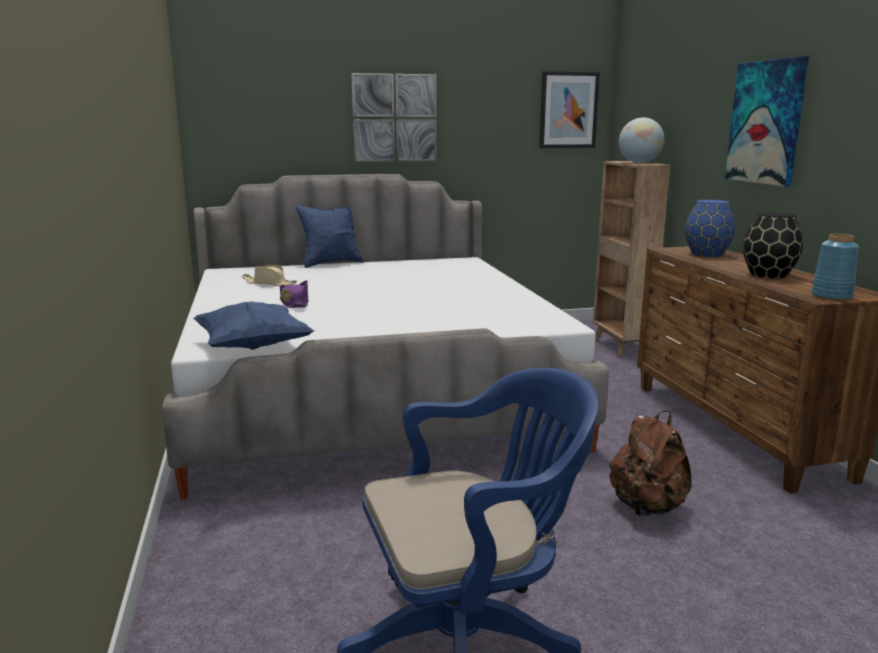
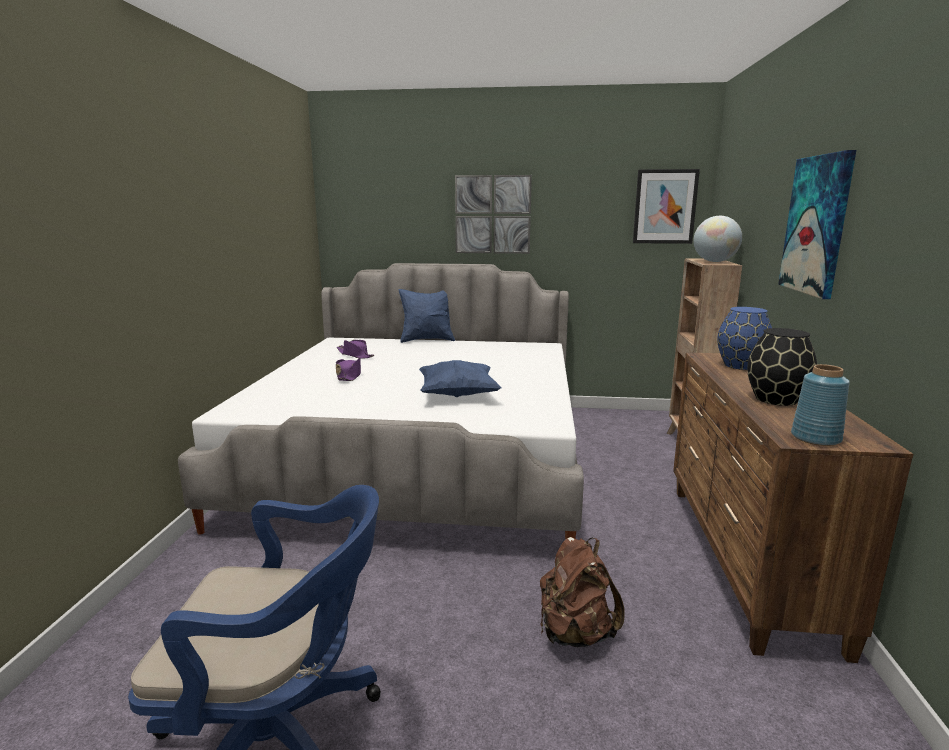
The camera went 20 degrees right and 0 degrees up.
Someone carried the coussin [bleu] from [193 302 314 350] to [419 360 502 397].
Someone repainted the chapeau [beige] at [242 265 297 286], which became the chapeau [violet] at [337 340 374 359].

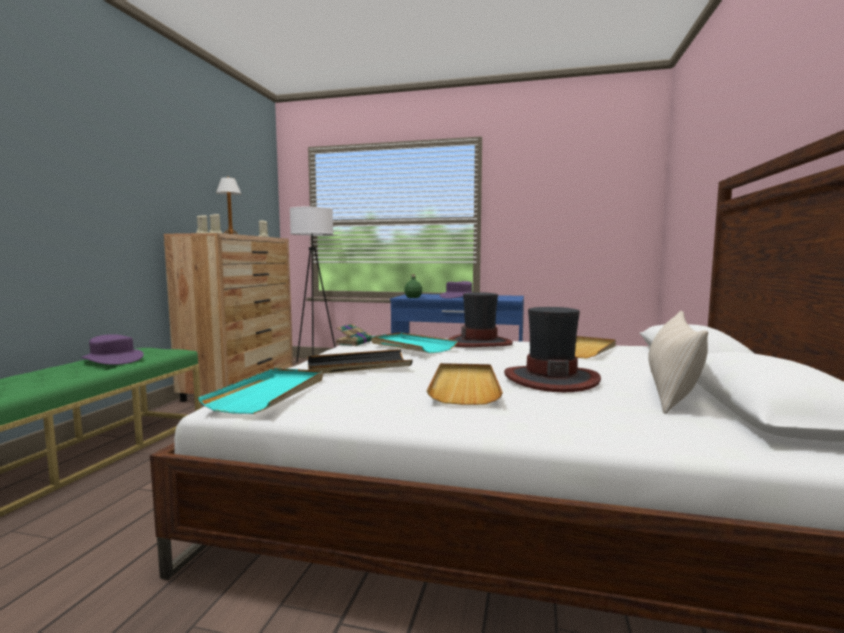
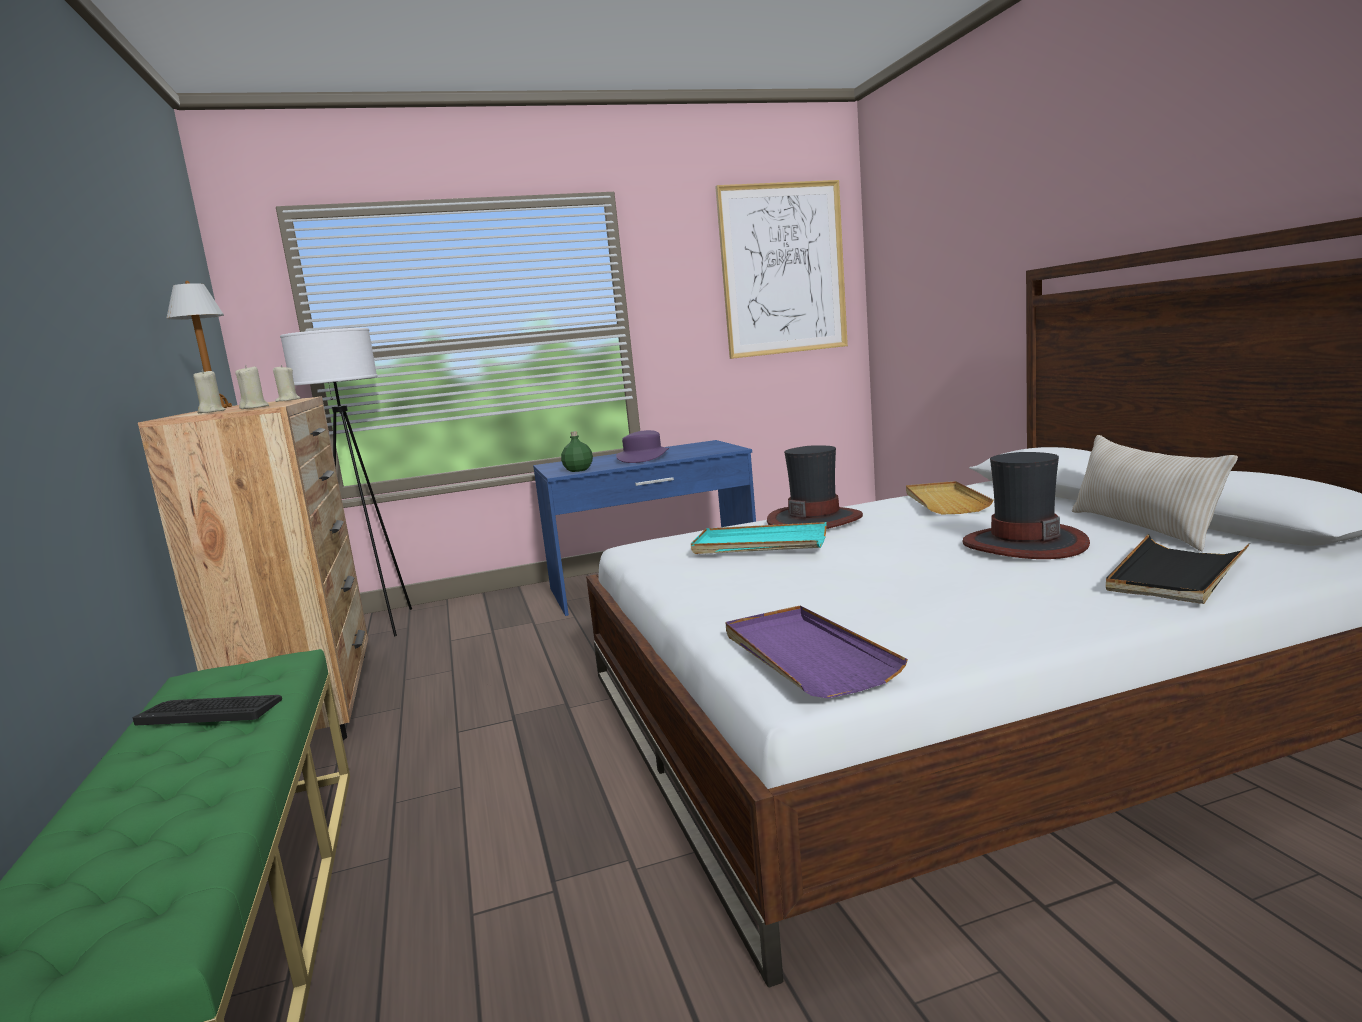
The camera went 30 degrees left and 5 degrees up.
Someone took away the livre at [335 324 371 346].
Someone took away the plateau [beige] at [427 363 503 405].
Someone put up the tableau at [715 180 848 359].
Someone carried the plateau [noir] from [308 349 412 374] to [1106 534 1250 604].
Someone swapped the chapeau [violet] at [82 334 144 365] for the clavier at [132 695 282 725].
Someone repainted the plateau [turquoise] at [198 368 323 414], which became the plateau [violet] at [725 605 908 698].

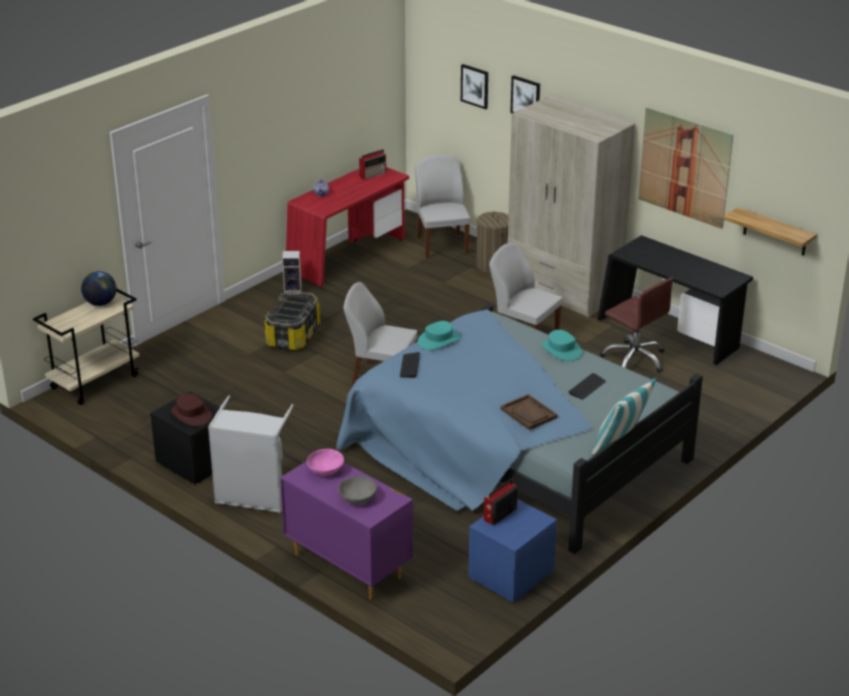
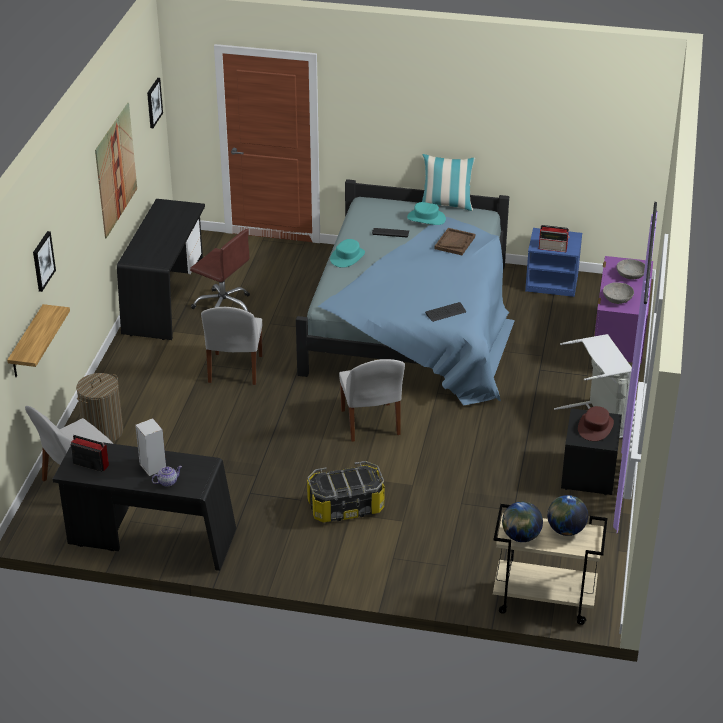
The camera went 120 degrees left and 5 degrees up.
Someone took away the armoire [beige] at [508 96 635 318].
Someone put down the globe at [547 495 588 536].
Someone carried the enceinte from [282 251 301 295] to [135 418 166 476].
Someone carried the chapeau [turquoise] from [418 321 461 350] to [407 202 446 225].
Someone carried the tableau from [461 64 488 109] to [147 78 163 128].
Someone carried the étagère from [723 207 817 256] to [7 304 70 377].
Someone repainted the bureau [rouge] at [286 167 409 286], which became the bureau [noir] at [53 442 236 571].
Someone repainted the bol [rose] at [307 449 344 476], which became the bol [gris] at [603 282 634 304].
Someone rotated the chaise de bureau [marron] at [600 277 673 373] by 105 degrees clockwise.

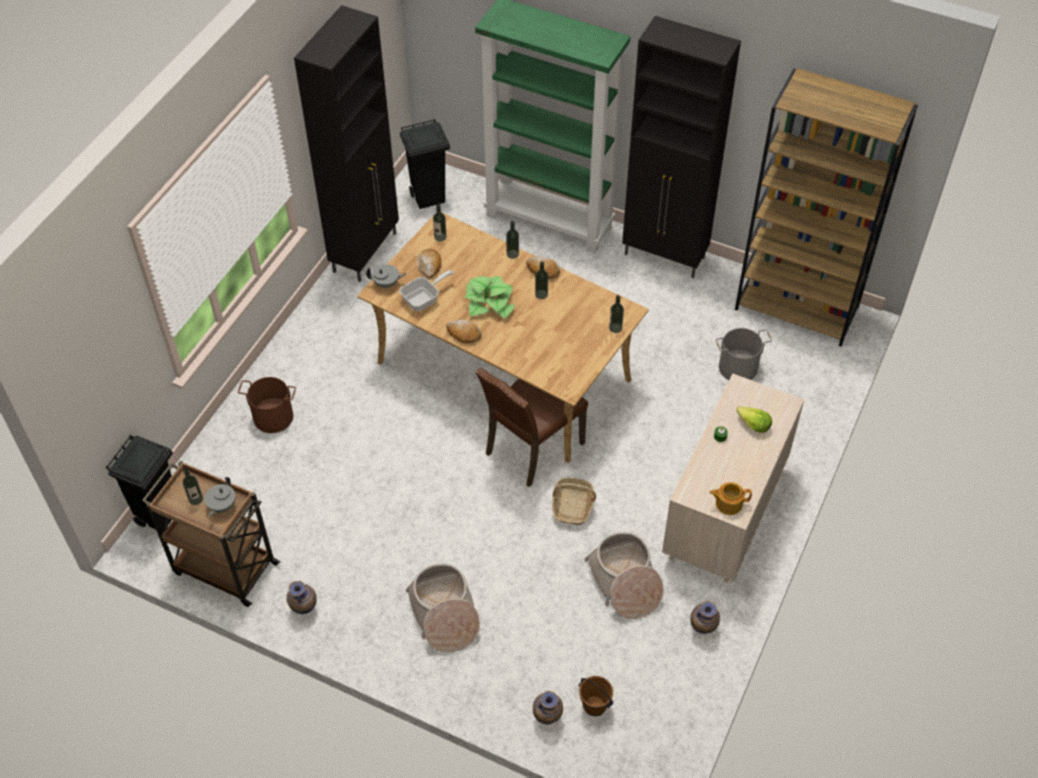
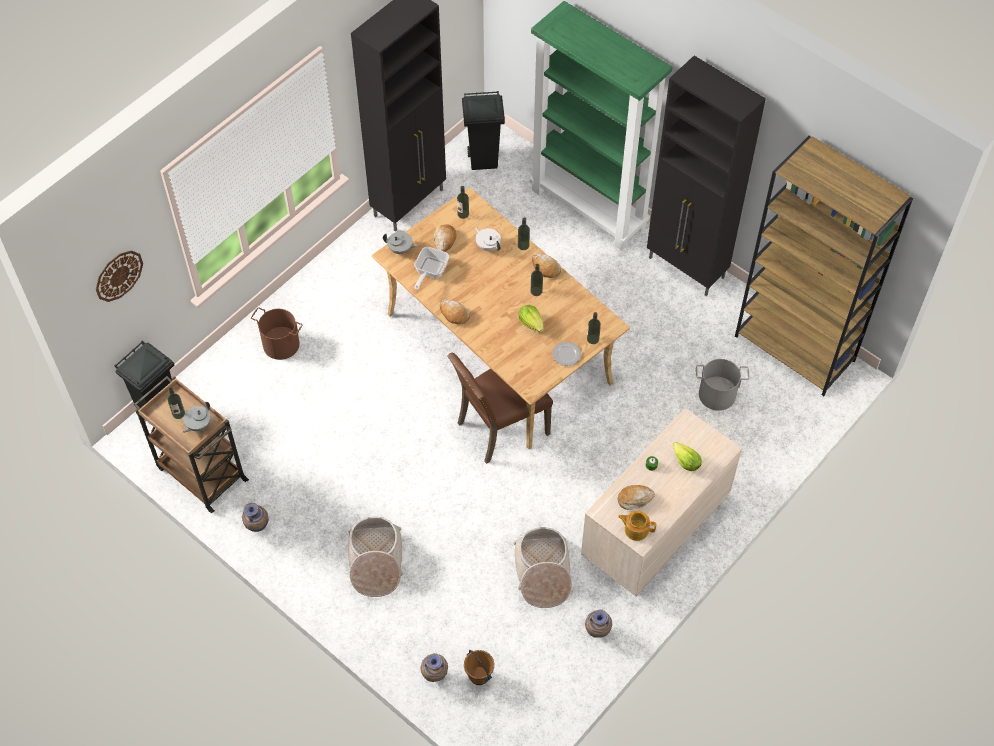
The camera went 15 degrees right and 5 degrees up.
Someone took away the plante en pot at [465 276 515 319].
Someone took away the panier at [552 478 596 525].
Someone put up the horloge murale at [96 250 143 302].
Someone put down the théière [blanc] at [475 227 501 251].
Someone put down the laitue at [518 305 544 333].
Someone put down the assiette at [552 342 581 366].
Someone put down the pain at [618 485 655 510].
Someone rotated the poêle at [399 270 454 312] by 135 degrees clockwise.

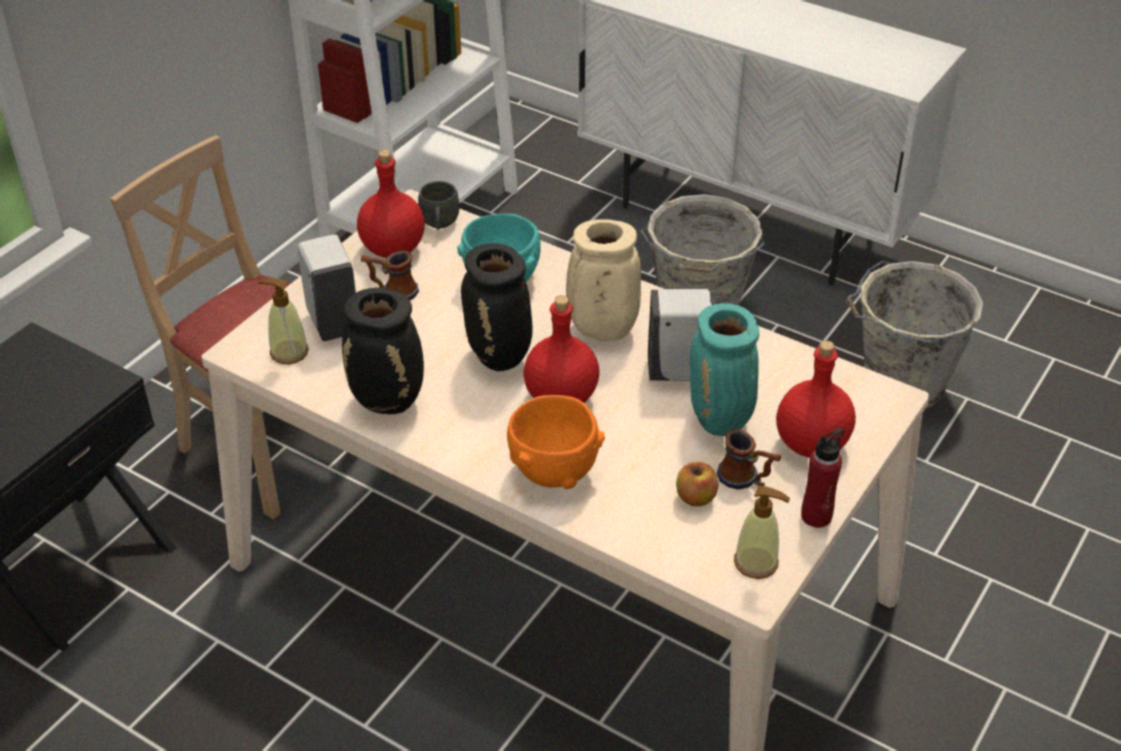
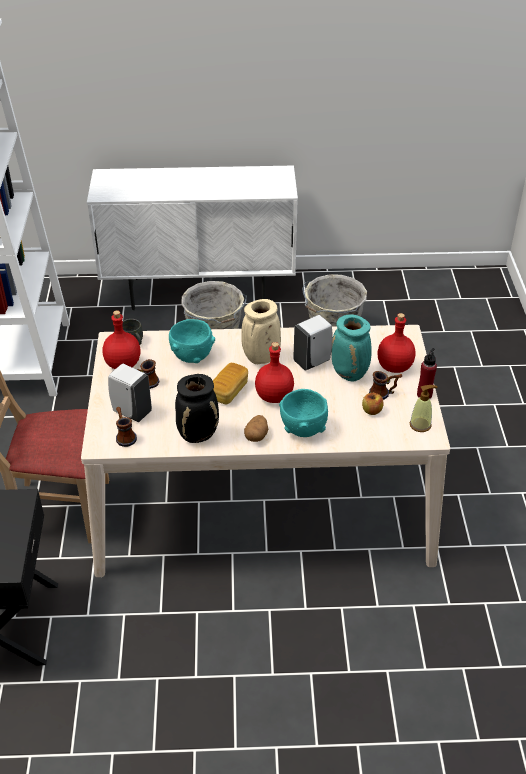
The camera went 35 degrees left and 0 degrees up.
Someone put down the pomme de terre at [244 415 268 442].
Someone swapped the distributeur de savon at [258 278 309 364] for the mug at [116 407 137 447].
Someone swapped the vase [noir] at [461 243 533 371] for the pain at [213 363 248 404].
Someone repainted the bol [orange] at [507 395 605 489], which became the bol [turquoise] at [279 389 328 437].

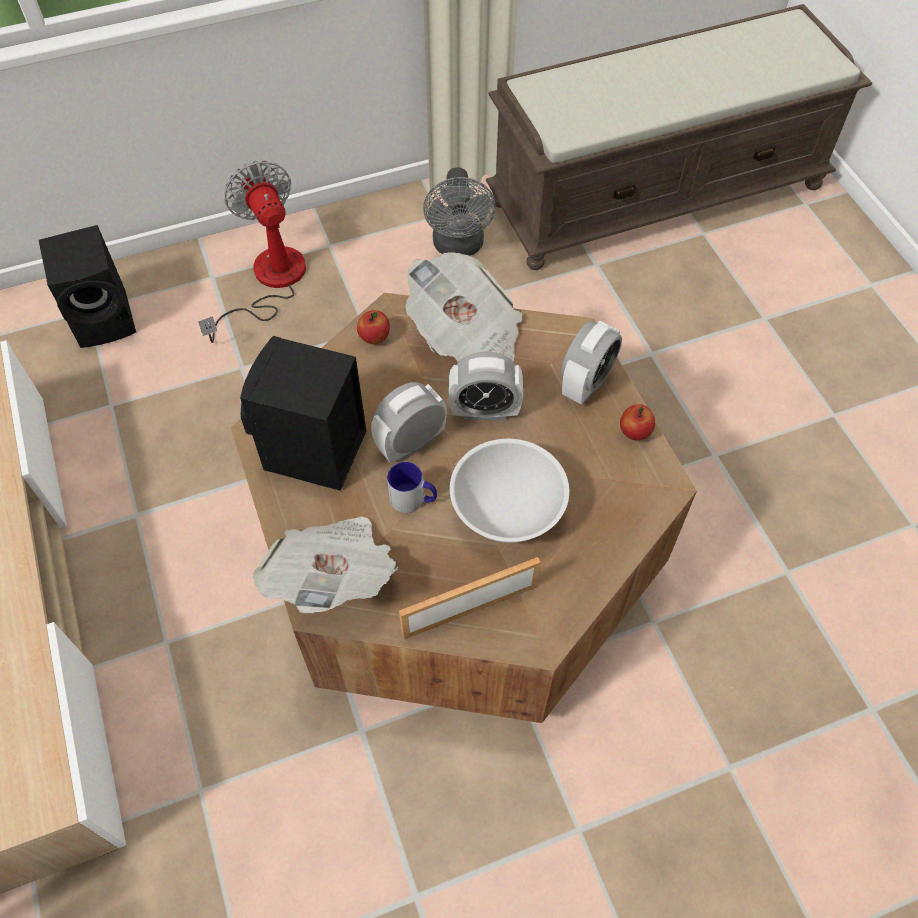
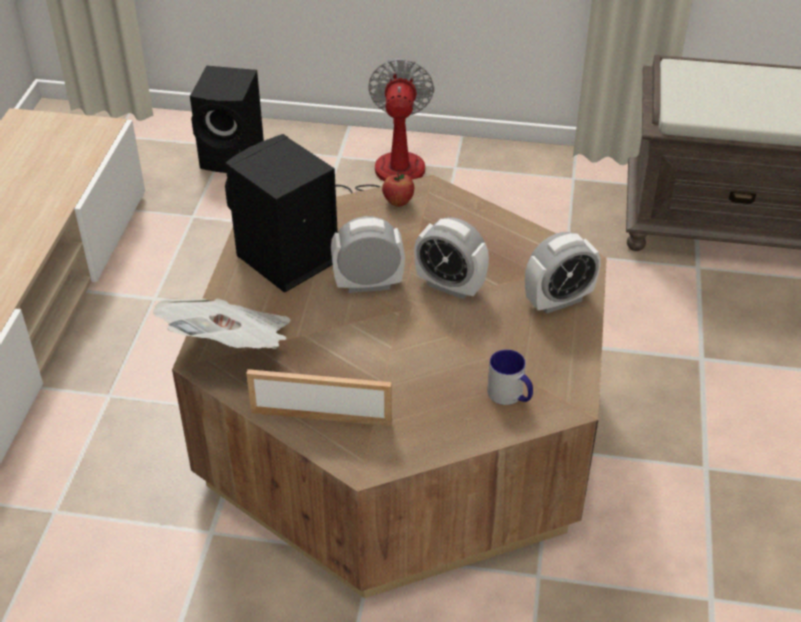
The camera went 30 degrees right and 15 degrees down.
Someone took away the journal at [405 252 523 362].
Someone took away the ventilateur [gris] at [423 167 496 256].
Someone took away the bol [blanc] at [450 439 569 543].
Someone took away the pomme at [620 404 655 440].
Someone carried the mug from [387 462 437 513] to [487 349 533 405].

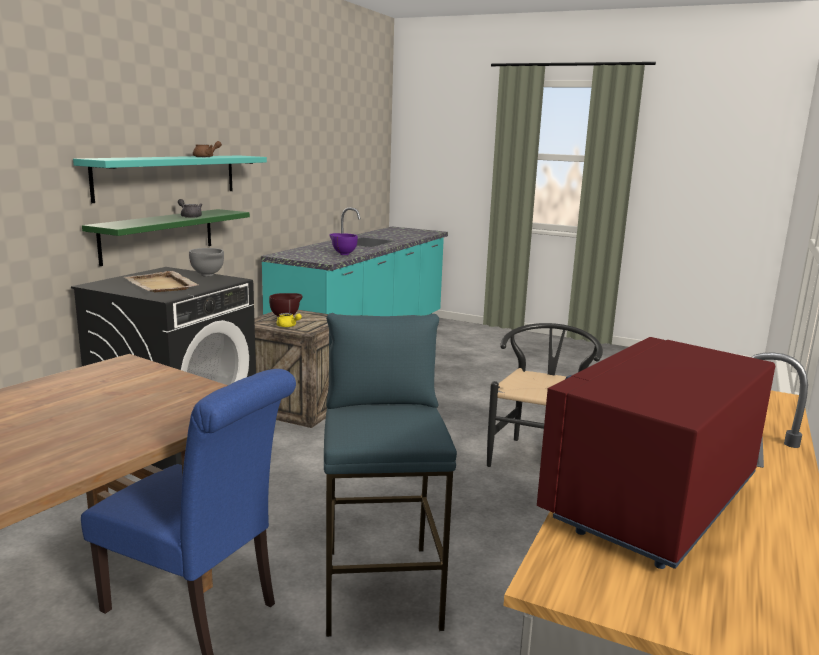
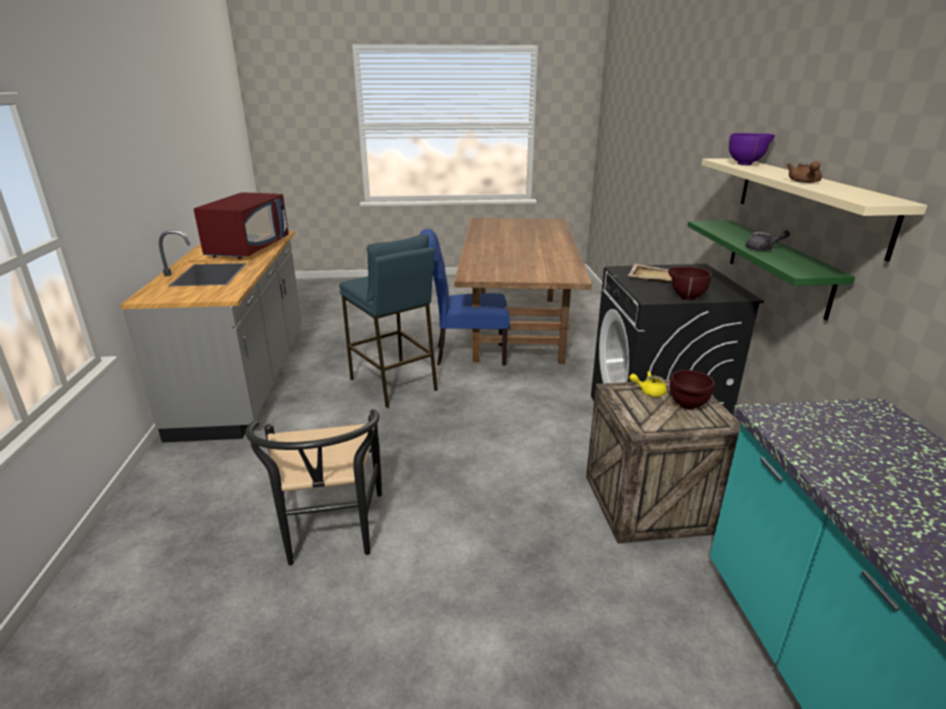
The camera went 150 degrees right and 10 degrees up.
Someone carried the bol [violet] from [329 233 358 255] to [729 133 775 165].
Someone repainted the étagère [turquoise] at [73 155 267 203], which became the étagère [beige] at [701 158 928 261].
Someone repainted the bol [gris] at [189 248 224 277], which became the bol [marron] at [668 267 712 300].

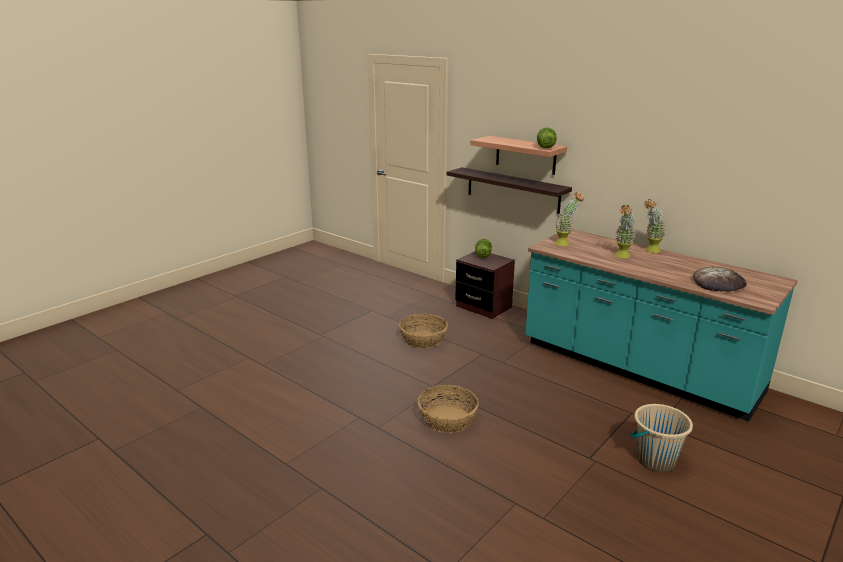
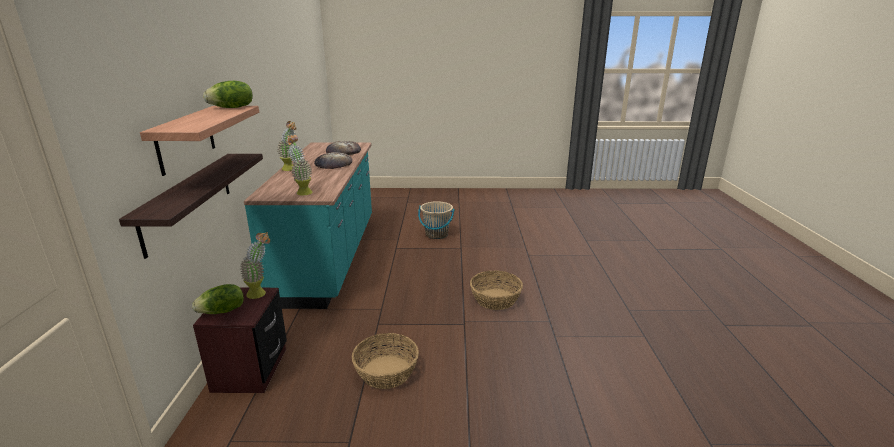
The camera went 130 degrees left and 0 degrees up.
Someone put down the pain at [314 152 352 169].
Someone carried the plante en pot from [615 205 636 258] to [240 232 270 299].

